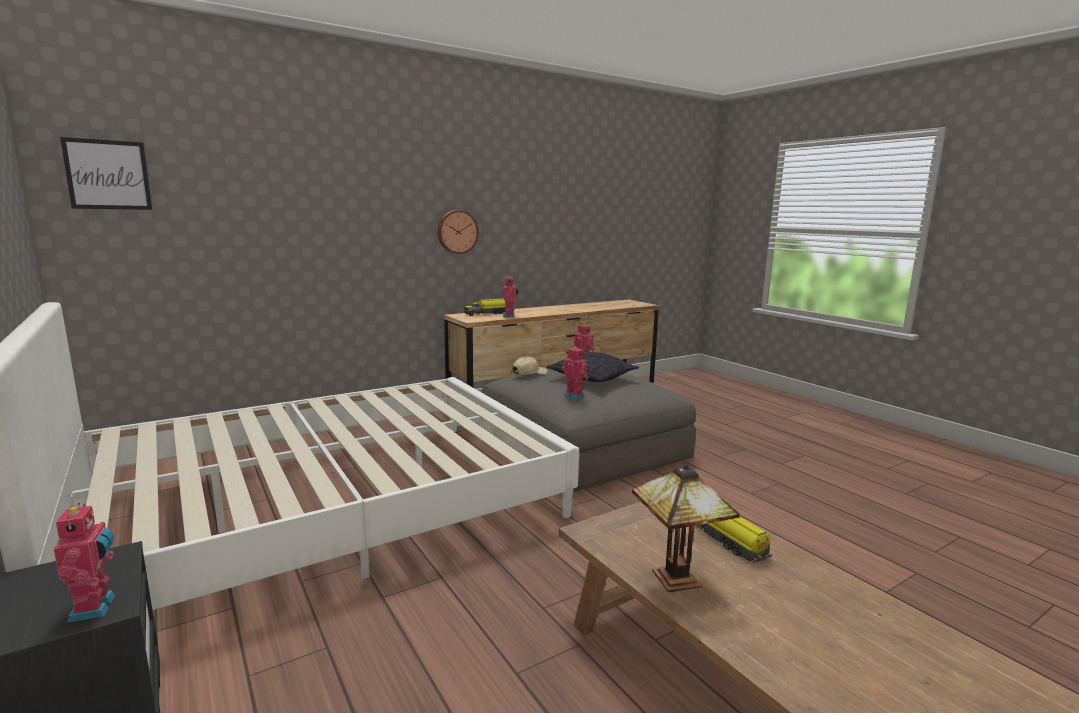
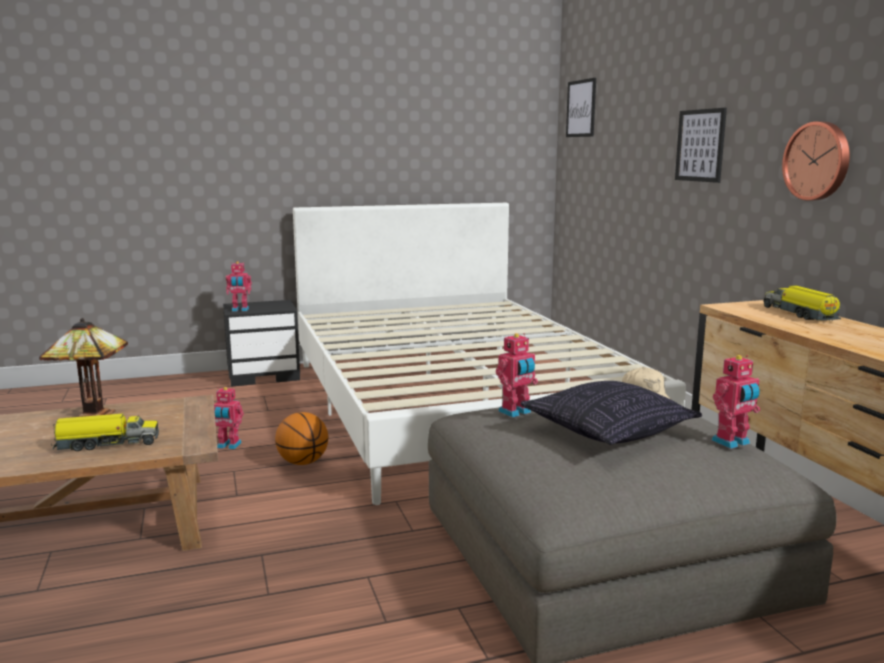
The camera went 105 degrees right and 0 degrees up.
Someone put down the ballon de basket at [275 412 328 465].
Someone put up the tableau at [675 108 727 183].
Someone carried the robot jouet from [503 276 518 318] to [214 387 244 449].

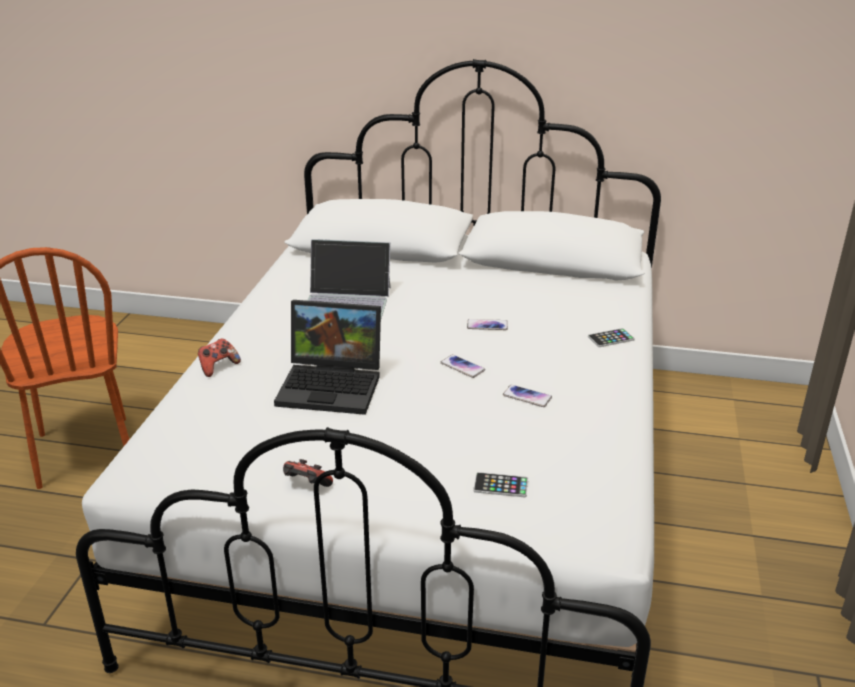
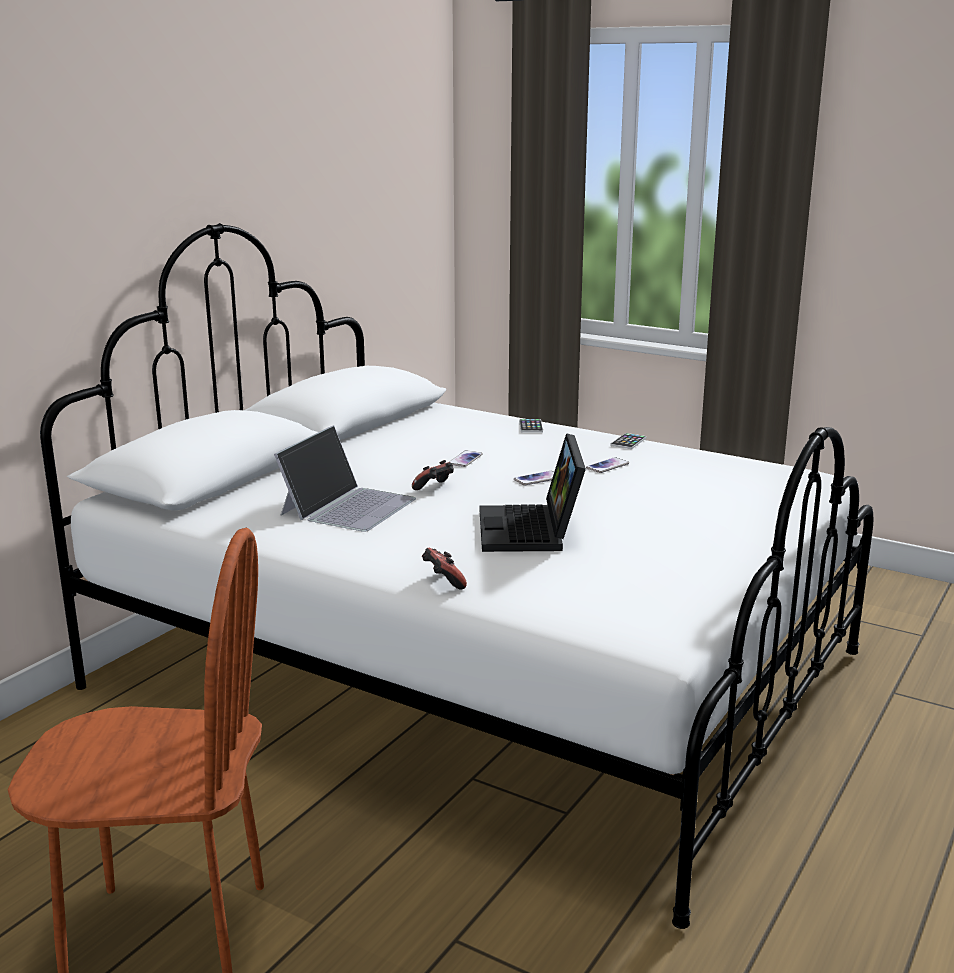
The camera went 70 degrees left and 10 degrees down.
Someone carried the manette from [283 459 333 487] to [412 460 454 490].
Someone carried the téléphone from [473 472 528 497] to [610 433 647 449].
Someone rotated the ordinateur portable at [274 300 381 415] by 150 degrees clockwise.

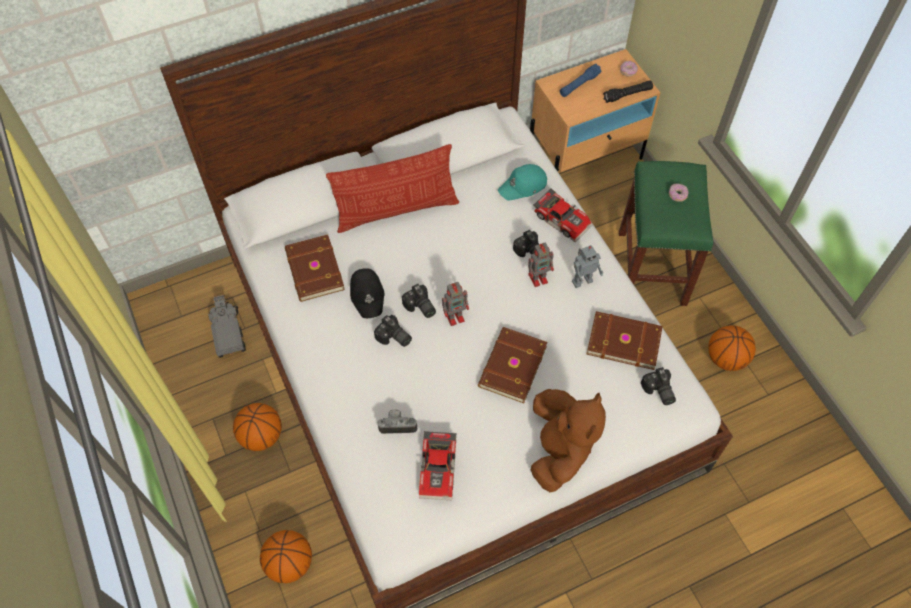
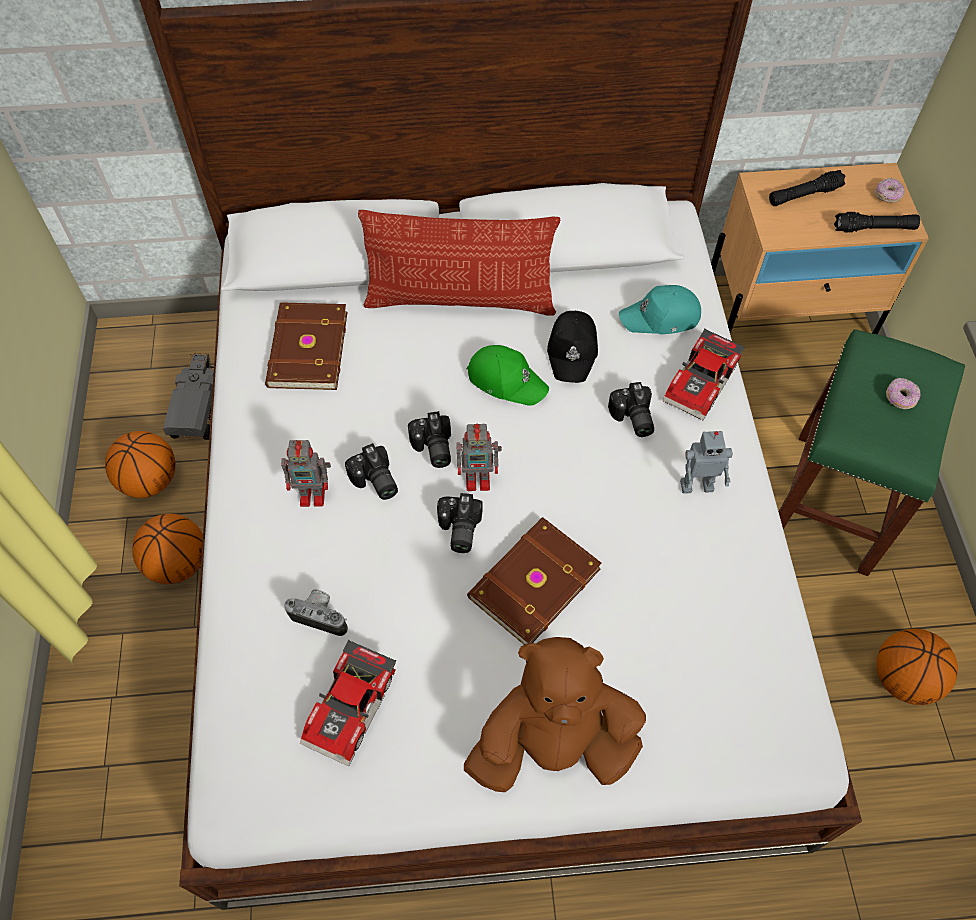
The camera went 20 degrees right and 0 degrees up.
Someone took away the livre [marron] at [587 311 663 370].
Someone put down the casquette [vert] at [467 345 549 406].
Someone carried the ballon de basket from [260 530 312 583] to [105 431 176 498].
Someone carried the casquette [noir] from [350 268 385 318] to [547 311 598 383].
Someone carried the robot jouet from [528 242 554 287] to [281 440 331 507].
Someone carried the appareil photo from [641 367 676 405] to [437 493 483 553].
Someone repainted the lampe de poche [bleu] at [560 64 602 97], which became the lampe de poche [noir] at [769 170 845 206].
Someone rotated the peluche [marron] at [531 389 606 492] by 120 degrees counterclockwise.
Someone rotated the petite voiture at [533 188 593 242] by 60 degrees clockwise.

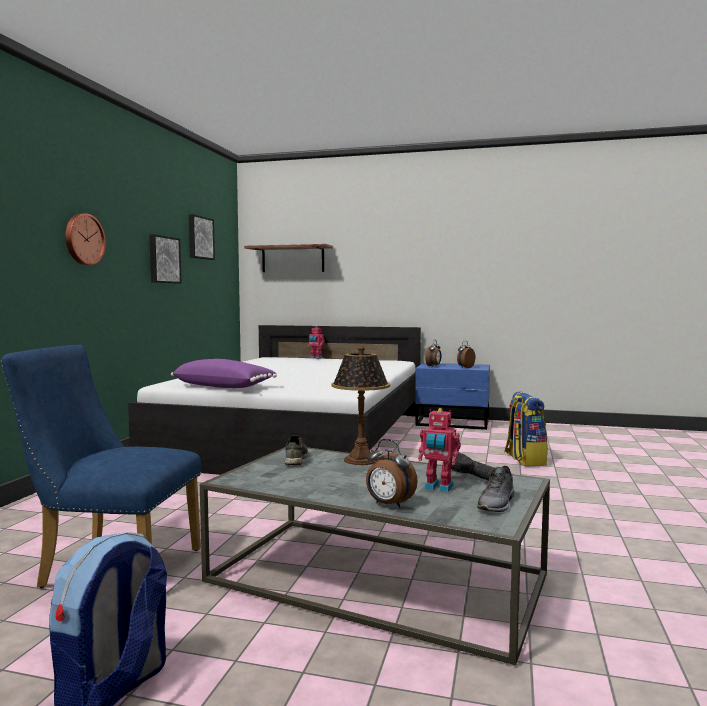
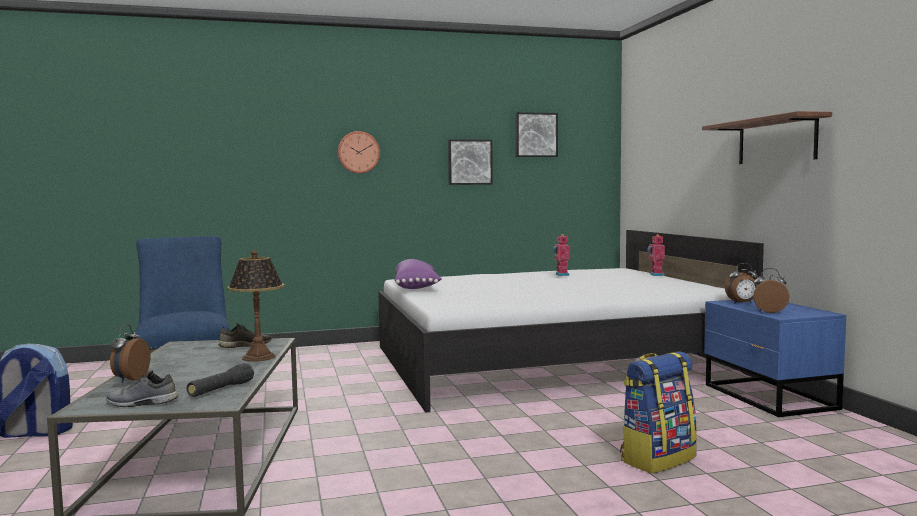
The camera went 60 degrees right and 0 degrees up.
Someone carried the étagère from [244 244 333 272] to [702 111 832 164].
Someone carried the robot jouet from [418 408 461 492] to [553 234 570 276].

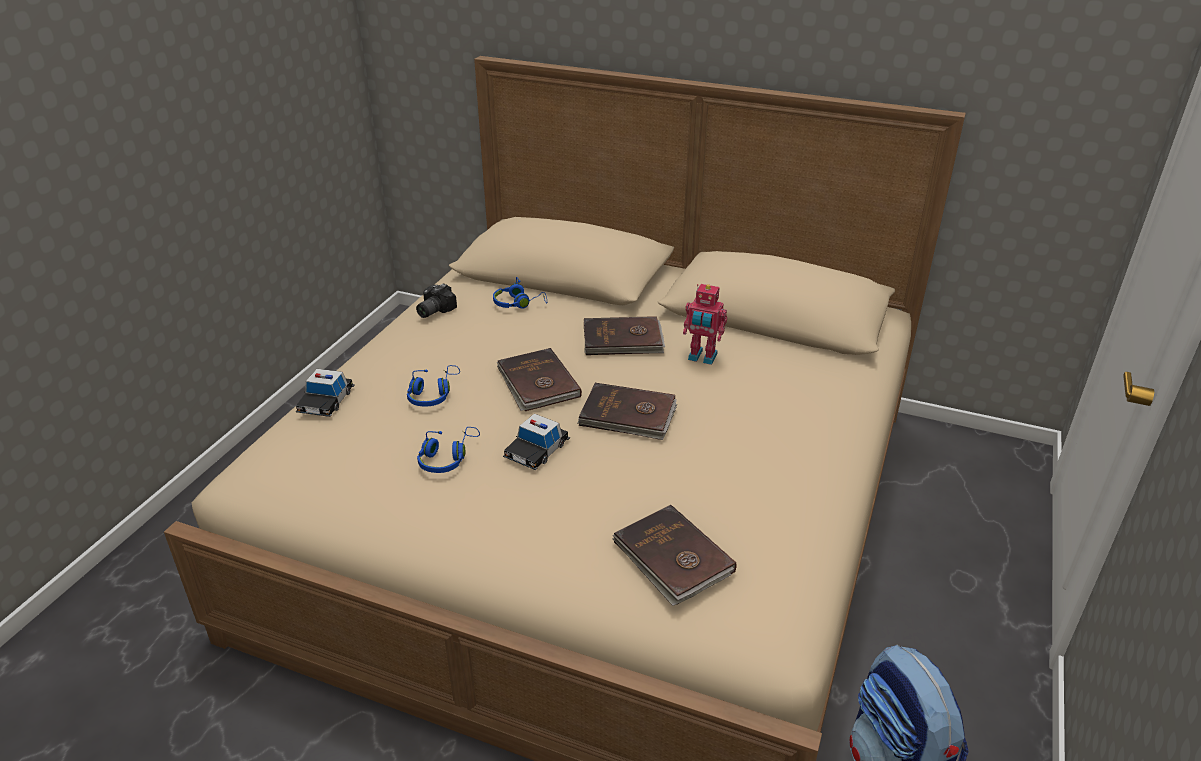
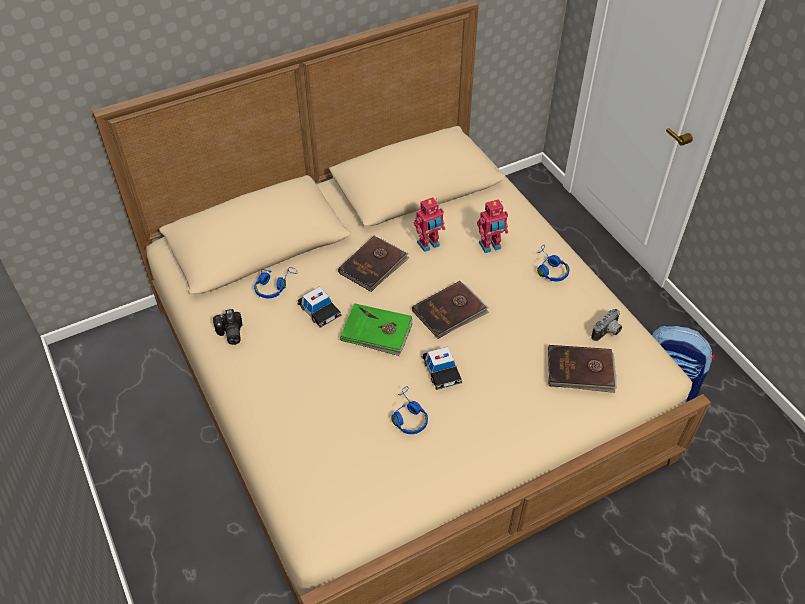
The camera went 50 degrees left and 15 degrees up.
Someone put down the robot jouet at [477 199 508 253].
Someone put down the appareil photo at [591 309 622 341].
Someone carried the petite voiture from [296 369 355 417] to [297 287 341 328].
Someone carried the casque audio [bleu] from [407 365 460 406] to [537 245 569 281].
Someone repainted the livre [marron] at [497 348 582 411], which became the livre [vert] at [339 303 413 356].

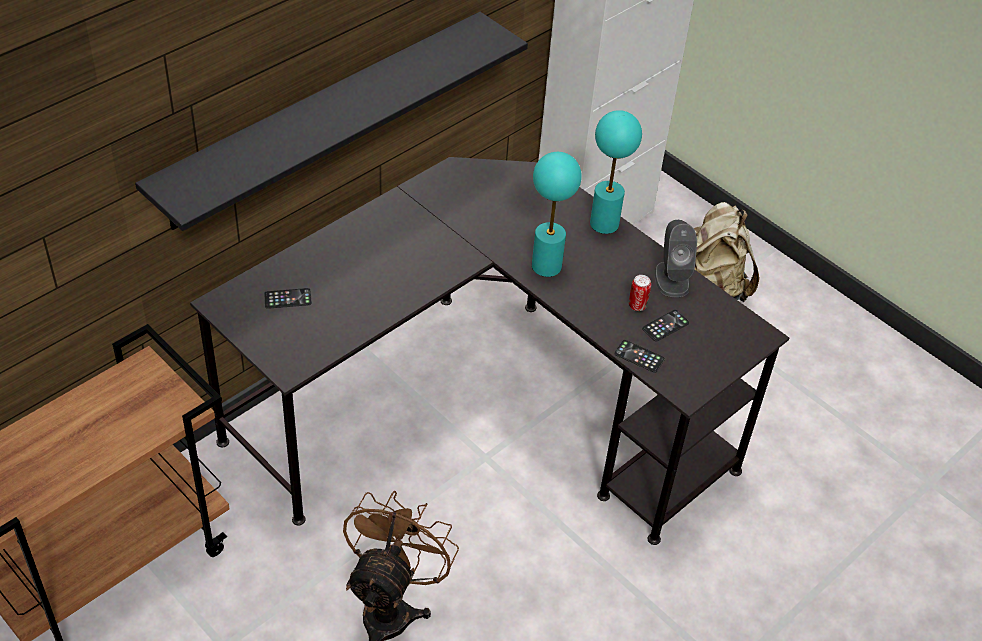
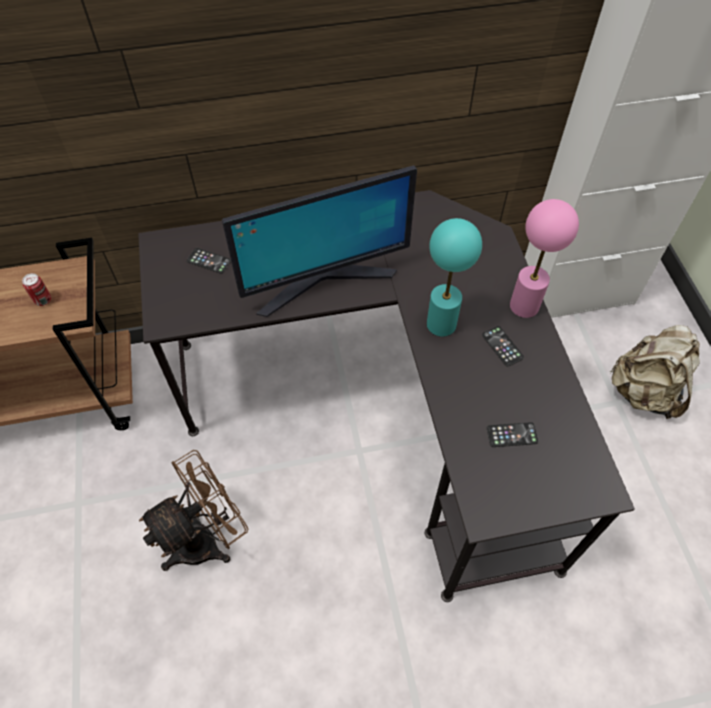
The camera went 35 degrees right and 10 degrees up.
Someone took away the étagère [noir] at [135 12 528 231].
Someone took away the enceinte [gris] at [654 220 697 297].
Someone put down the écran d'ordinateur at [222 165 417 317].
Someone carried the téléphone from [614 340 665 373] to [482 326 524 367].
Someone carried the boîte métallique from [629 275 651 311] to [22 273 51 306].
Someone repainted the lampe de table [turquoise] at [590 110 642 234], which became the lampe de table [rose] at [510 199 579 318].

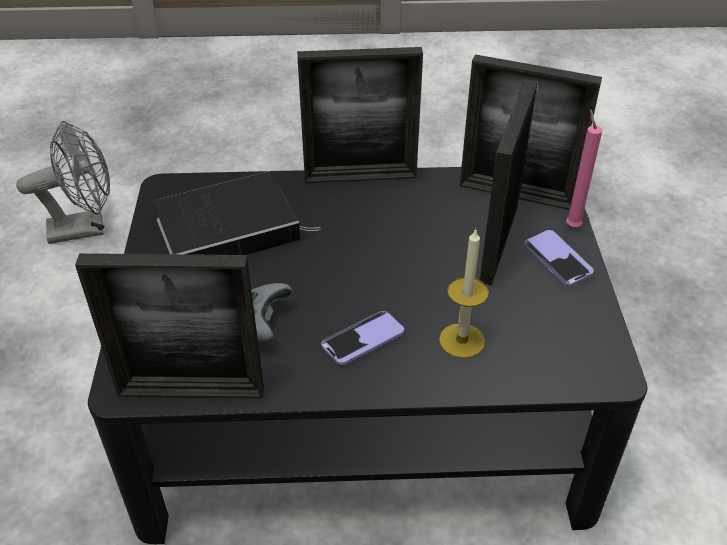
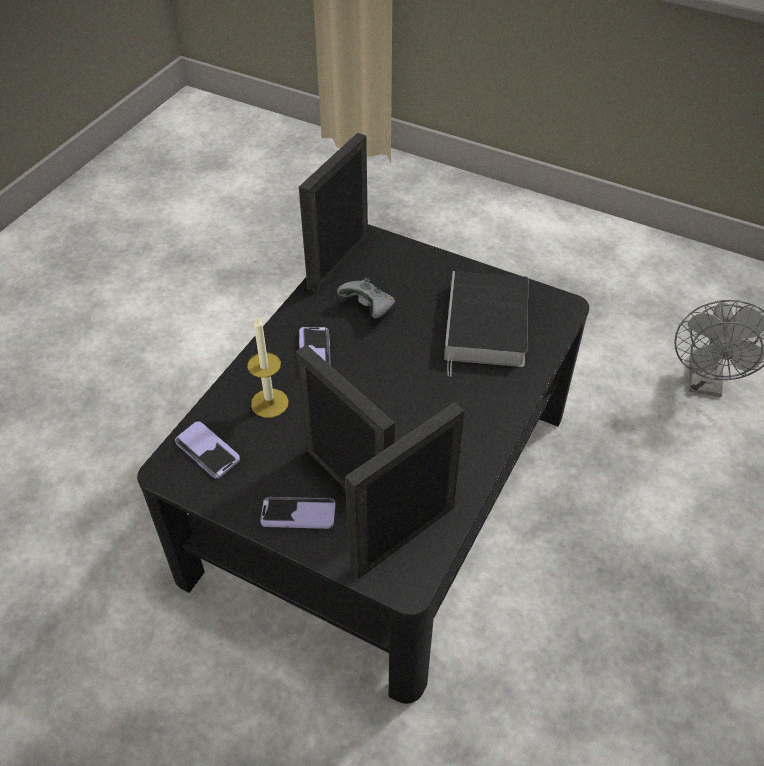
The camera went 120 degrees right and 5 degrees up.
Someone took away the cadre photo at [297 47 423 183].
Someone took away the bougie [rose] at [566 109 602 227].
Someone put down the téléphone at [175 421 240 479].

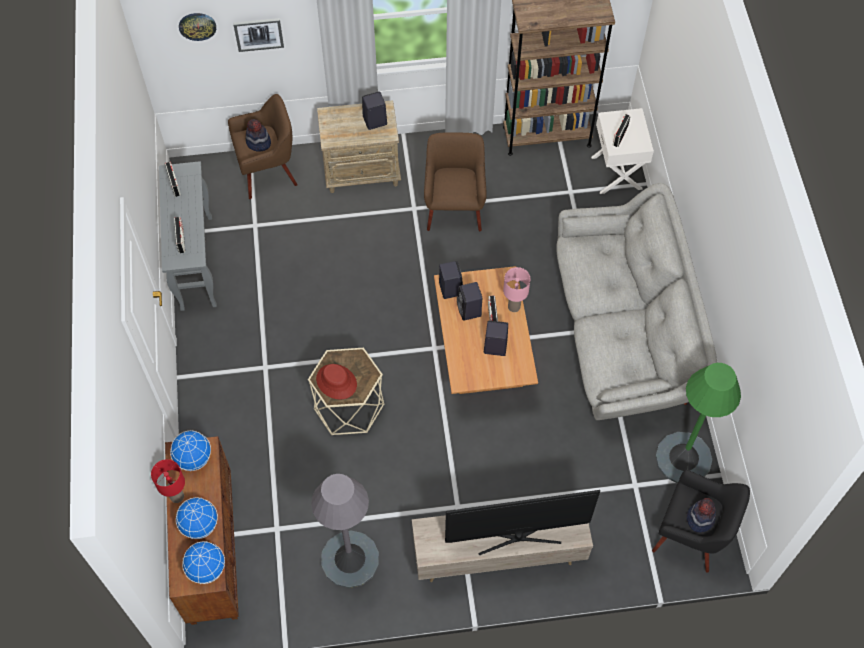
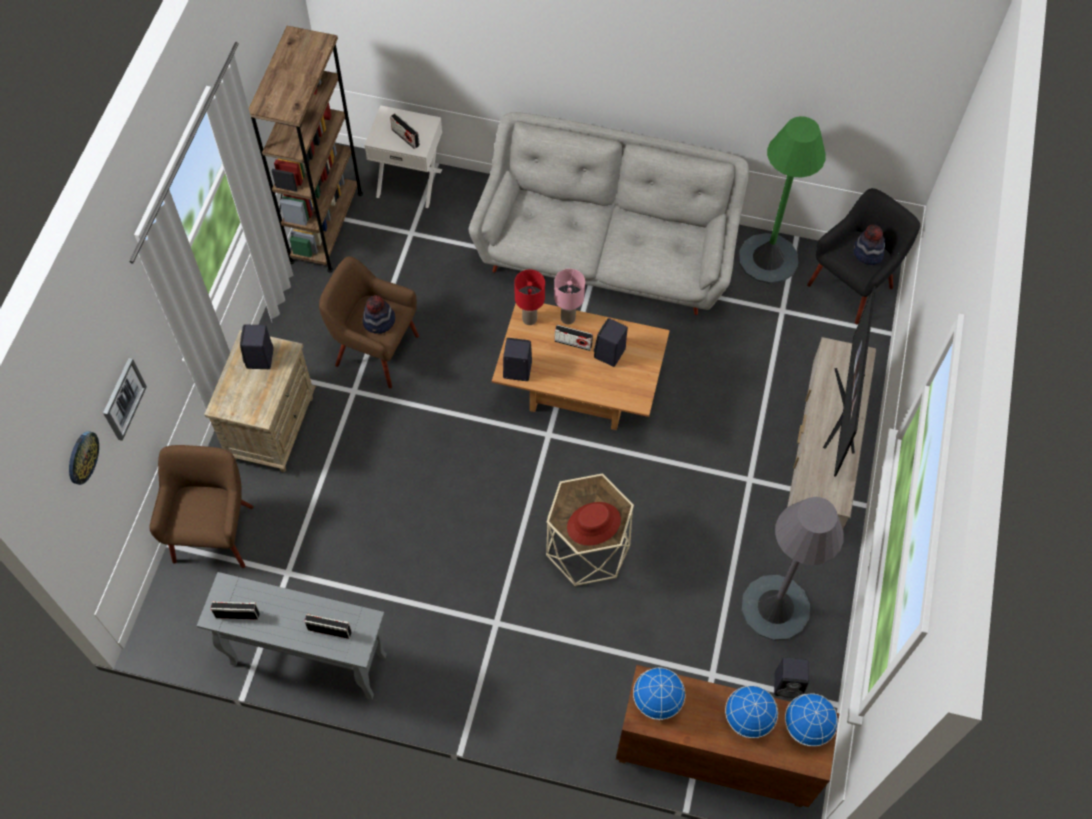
The camera went 70 degrees left and 0 degrees up.
Someone carried the lampe de table [rouge] from [151 459 185 503] to [514 270 545 325].
Someone carried the chapeau from [245 119 271 152] to [363 295 395 334].
Someone carried the enceinte [noir] from [457 282 483 321] to [774 658 809 698].

